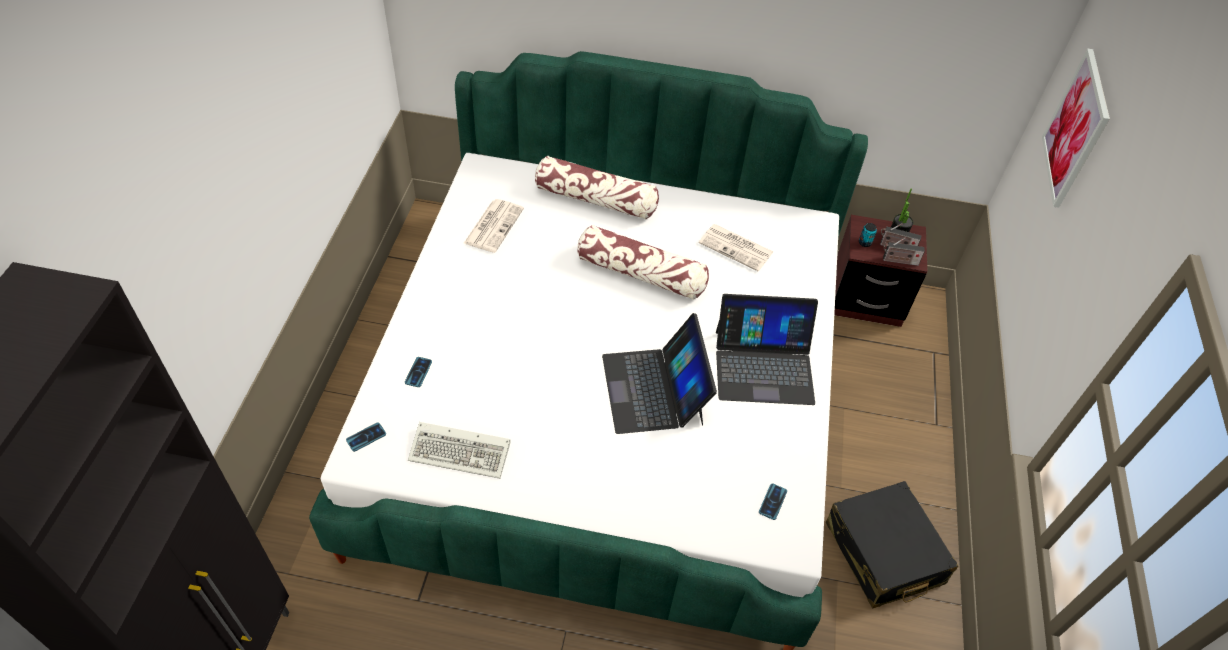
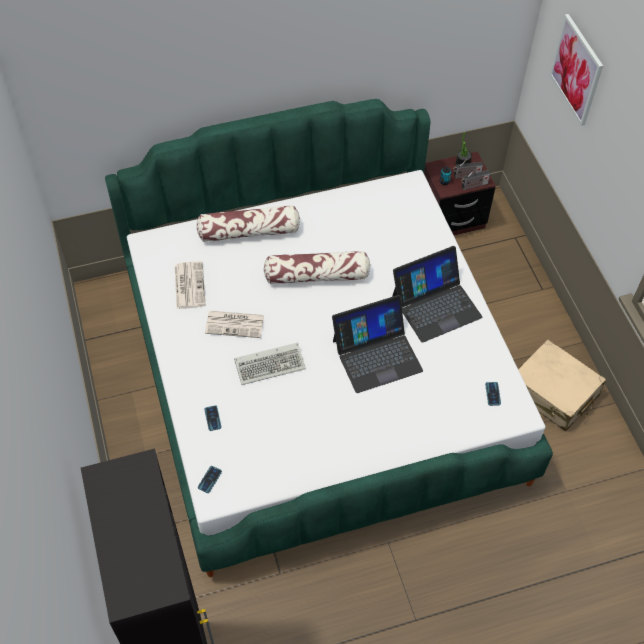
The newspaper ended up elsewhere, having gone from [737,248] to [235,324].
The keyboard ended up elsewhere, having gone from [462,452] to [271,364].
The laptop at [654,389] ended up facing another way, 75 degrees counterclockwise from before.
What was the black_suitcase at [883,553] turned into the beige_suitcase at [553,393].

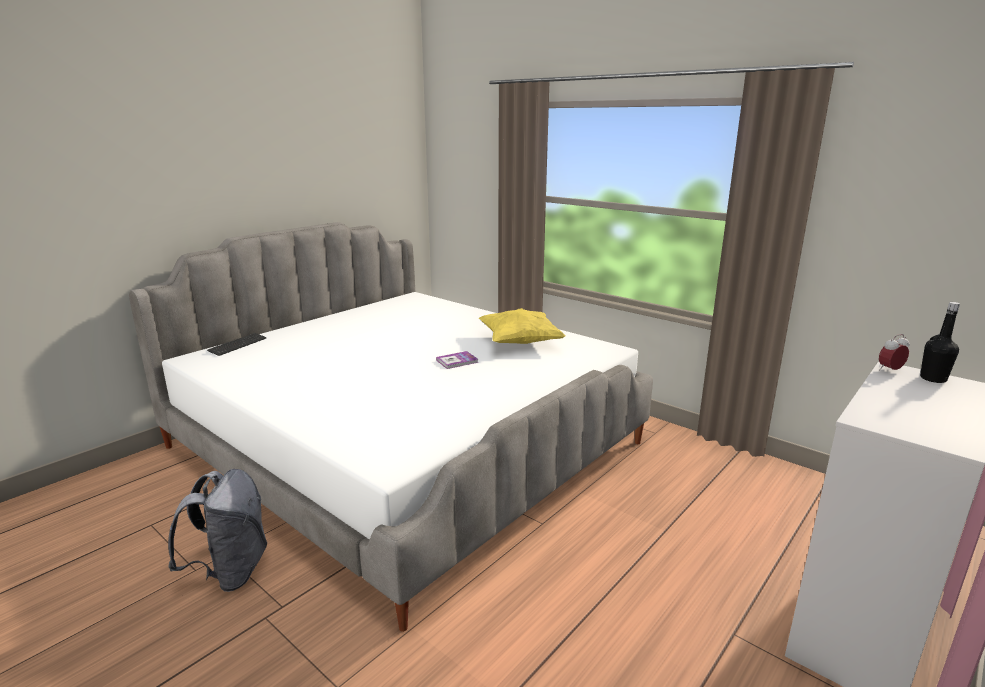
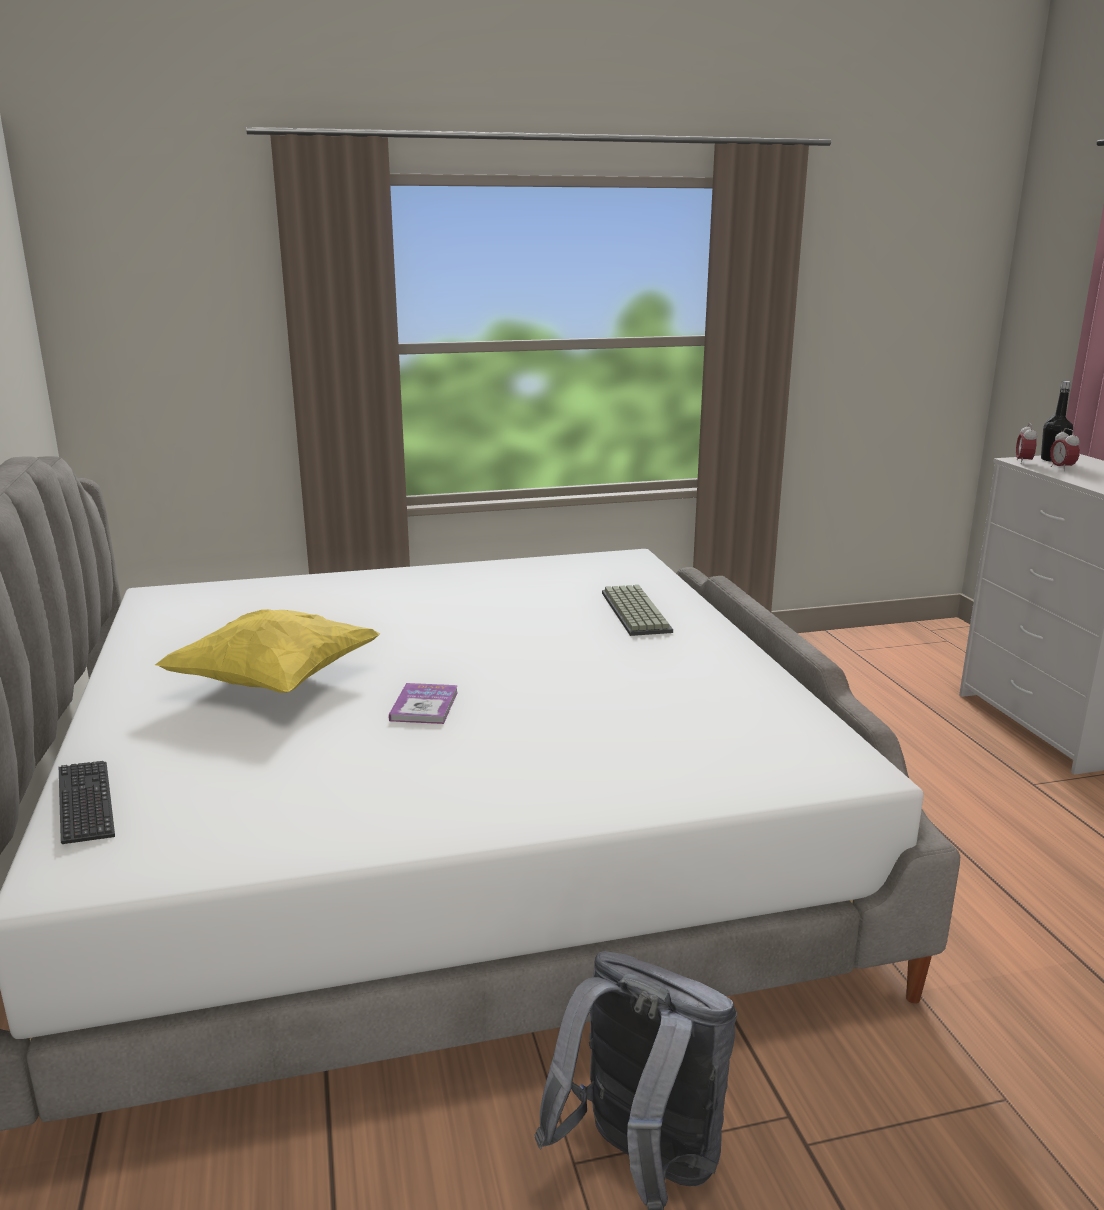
The yellow_pillow ended up elsewhere, having gone from [520,342] to [275,682].
The book ended up elsewhere, having gone from [457,361] to [424,706].
The second view gained the keyboard at [633,611].
The second view gained the alarm_clock at [1061,468].

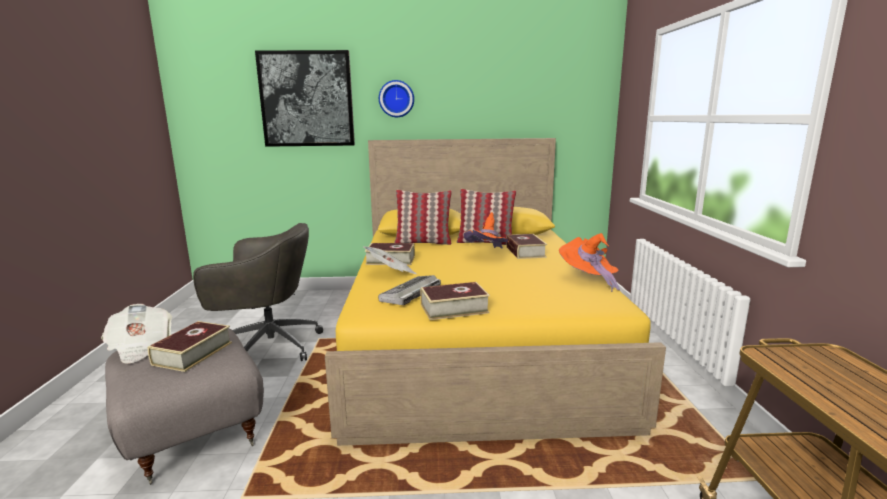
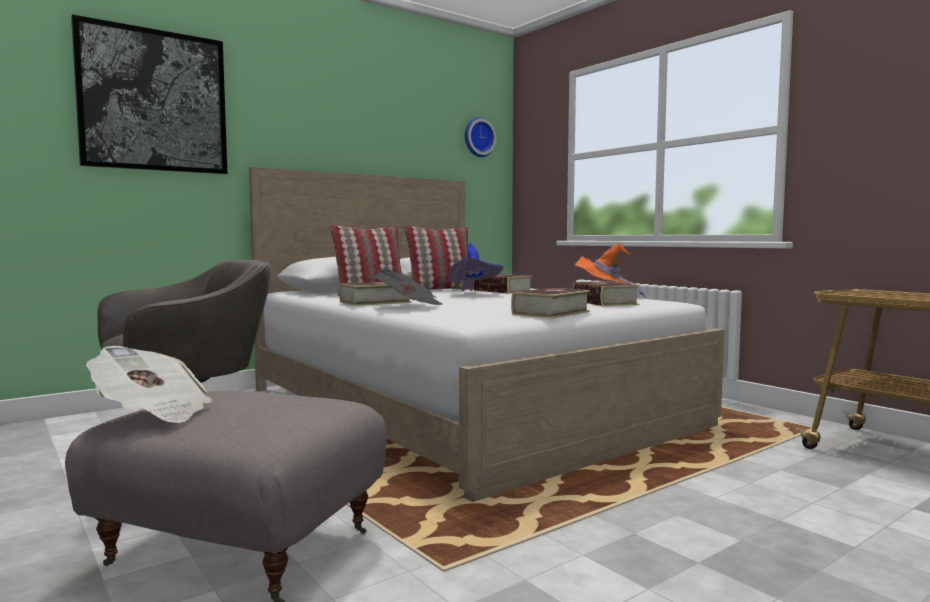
What was the yellow_bed at [474,341] turned into the white_bed at [464,406].
What was the orange_hat at [488,255] turned into the blue_hat at [473,294].
The wall_clock ended up elsewhere, having gone from [396,99] to [478,137].
The book ended up elsewhere, having gone from [193,353] to [604,302].
The second view lost the keyboard at [410,295].

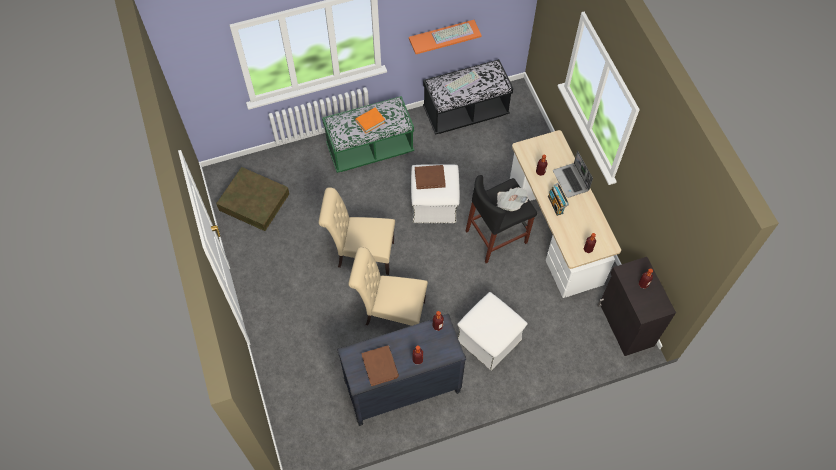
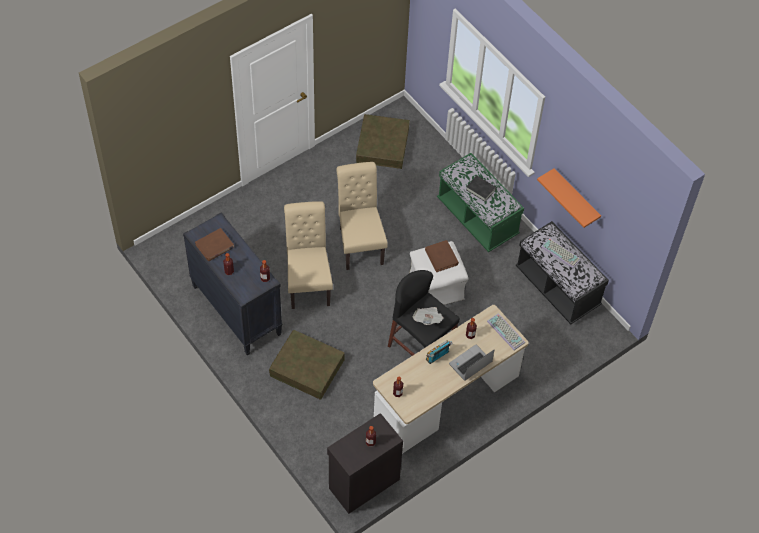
Where the white_ottoman stood at [489,340], the brown_storage_box came to stand at [307,368].
What was the orange_book at [370,121] turned into the black_book at [480,190].
The keyboard ended up elsewhere, having gone from [452,33] to [507,332].

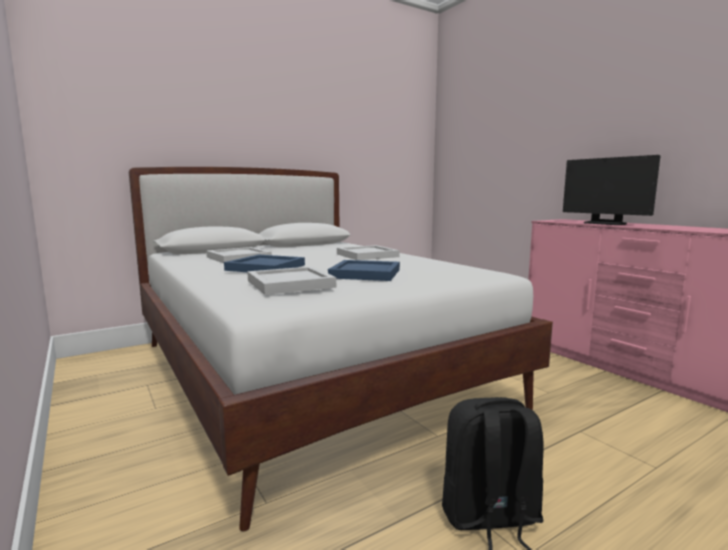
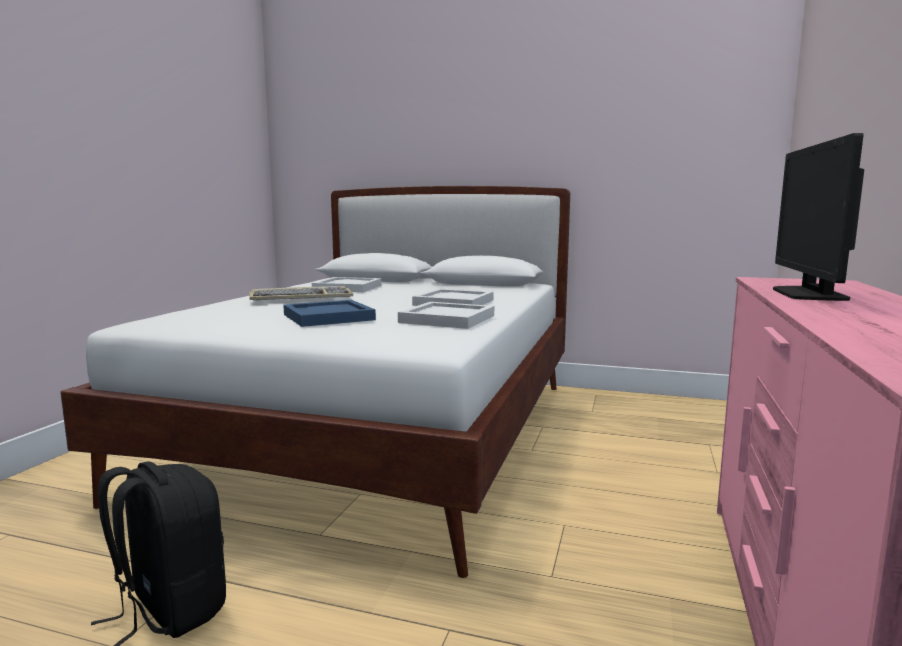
Where the blue_tray stood at [265,267], the keyboard came to stand at [301,298].
The white_tray ended up elsewhere, having gone from [289,284] to [446,319].

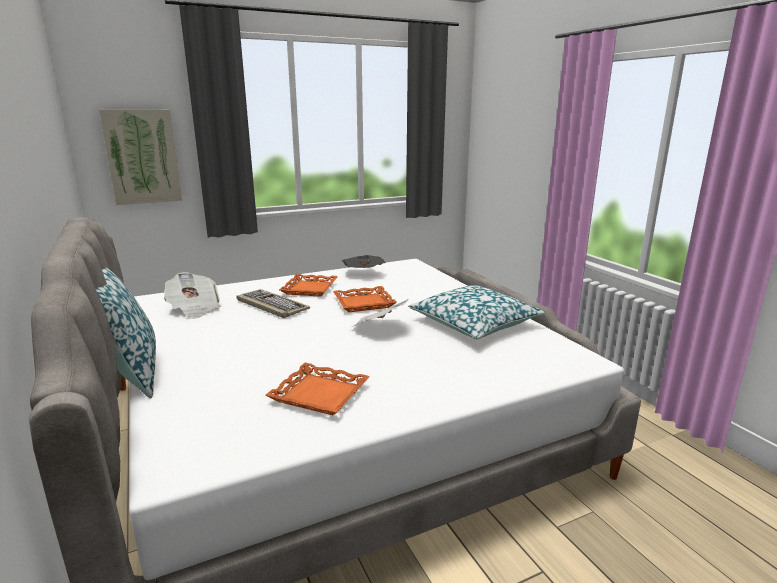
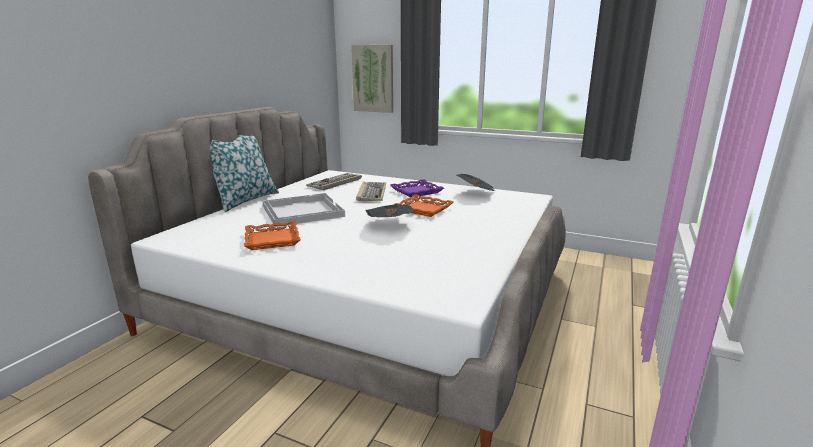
The second view gained the white_tray at [302,211].
Where the newspaper stood at [194,309], the keyboard came to stand at [335,183].
What was the orange_tray at [309,289] turned into the purple_tray at [416,191].
The second view lost the pillow at [474,323].

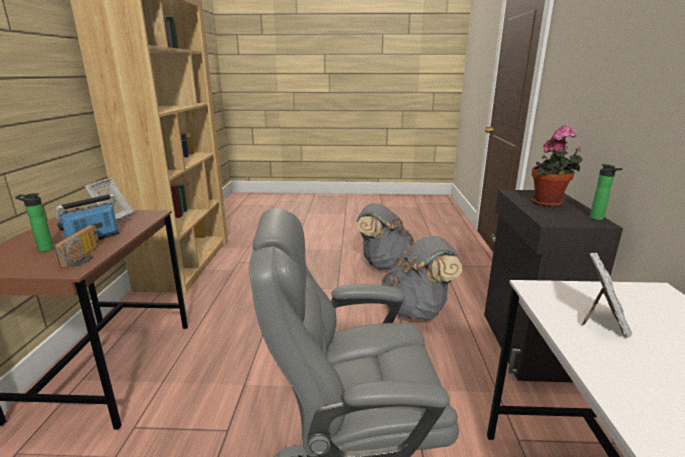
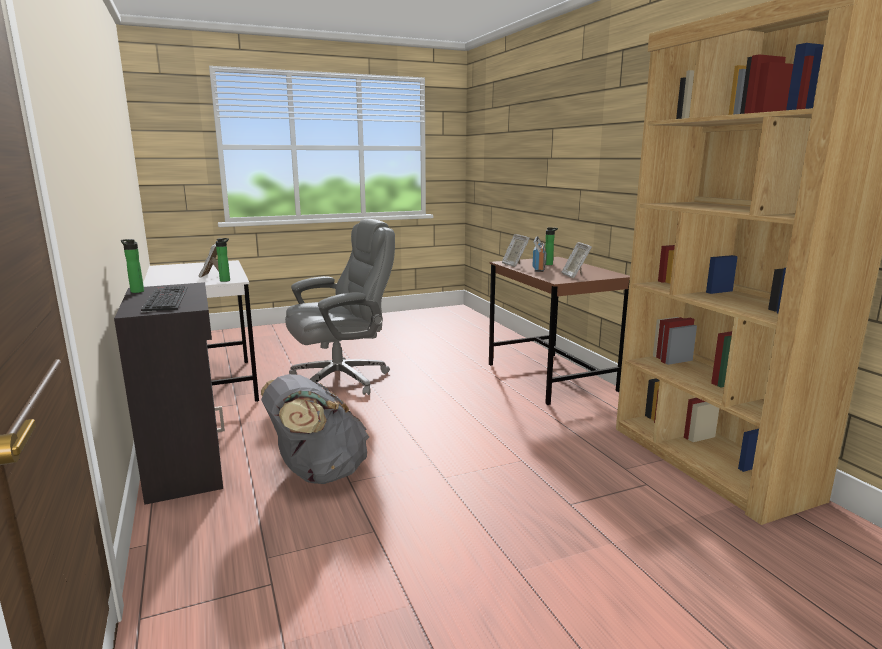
Where the potted_plant stood at [549,203], the keyboard came to stand at [164,299].
The second view gained the bottle at [226,280].
Where the radio stood at [85,257], the picture_frame came to stand at [514,265].
The second view lost the grey_backpack at [383,264].

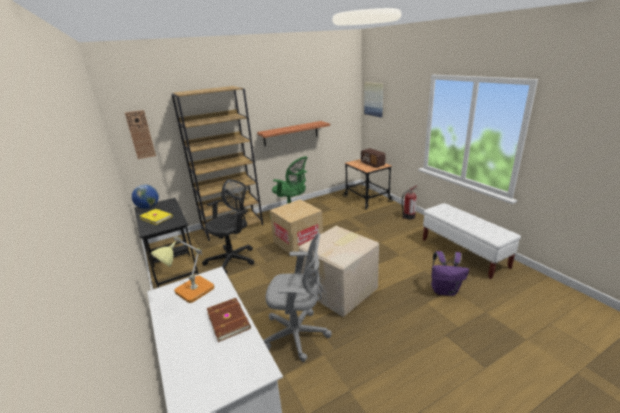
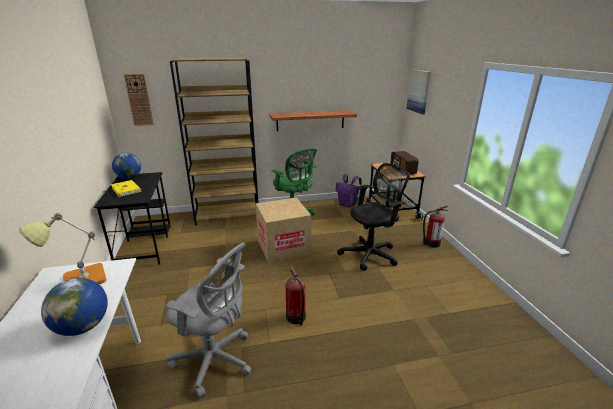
Where the brown_book stood at [229,320], the globe came to stand at [83,327].
Where the cardboard_box stood at [341,290], the fire_extinguisher came to stand at [296,317].
The purple_backpack ended up elsewhere, having gone from [445,290] to [348,205].
The black_office_chair ended up elsewhere, having gone from [233,259] to [371,254].
The second view lost the white_bench at [463,253].

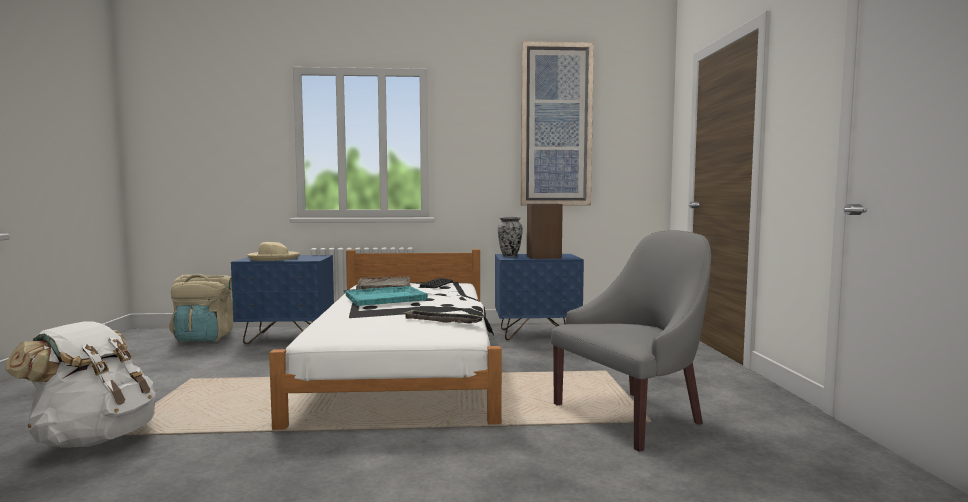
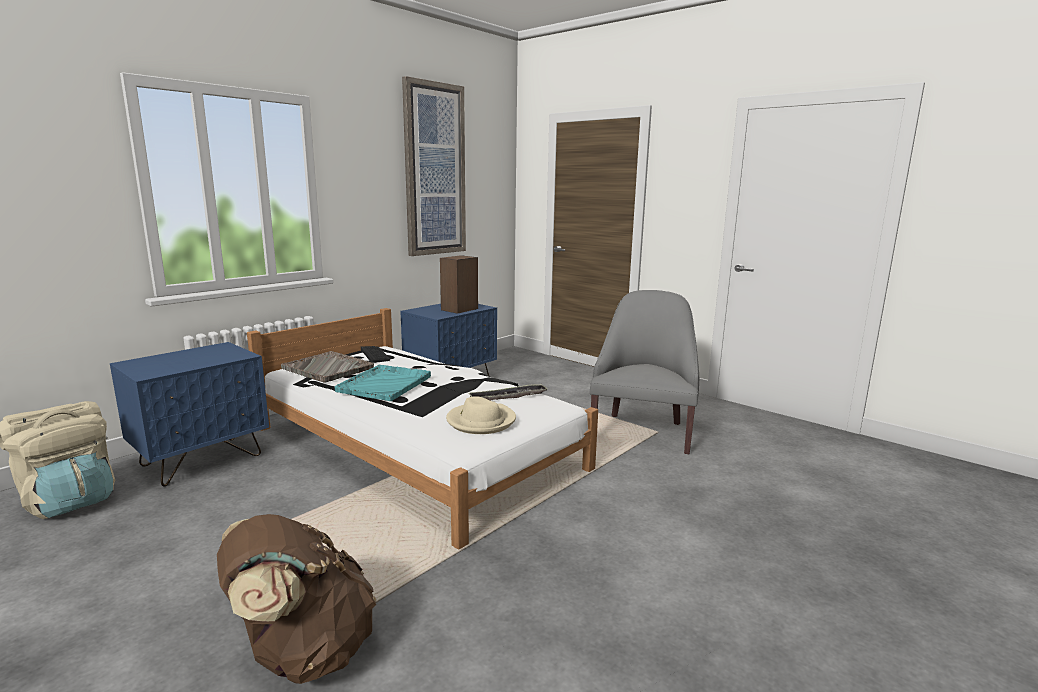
What was the white_backpack at [94,438] turned into the brown_backpack at [303,652].
The beige_hat ended up elsewhere, having gone from [273,258] to [481,421].
The second view lost the vase at [510,256].

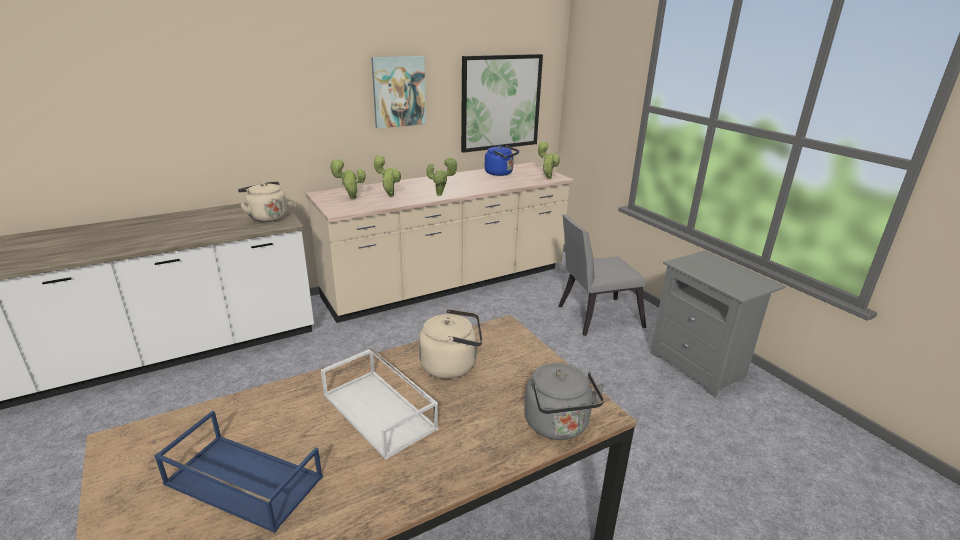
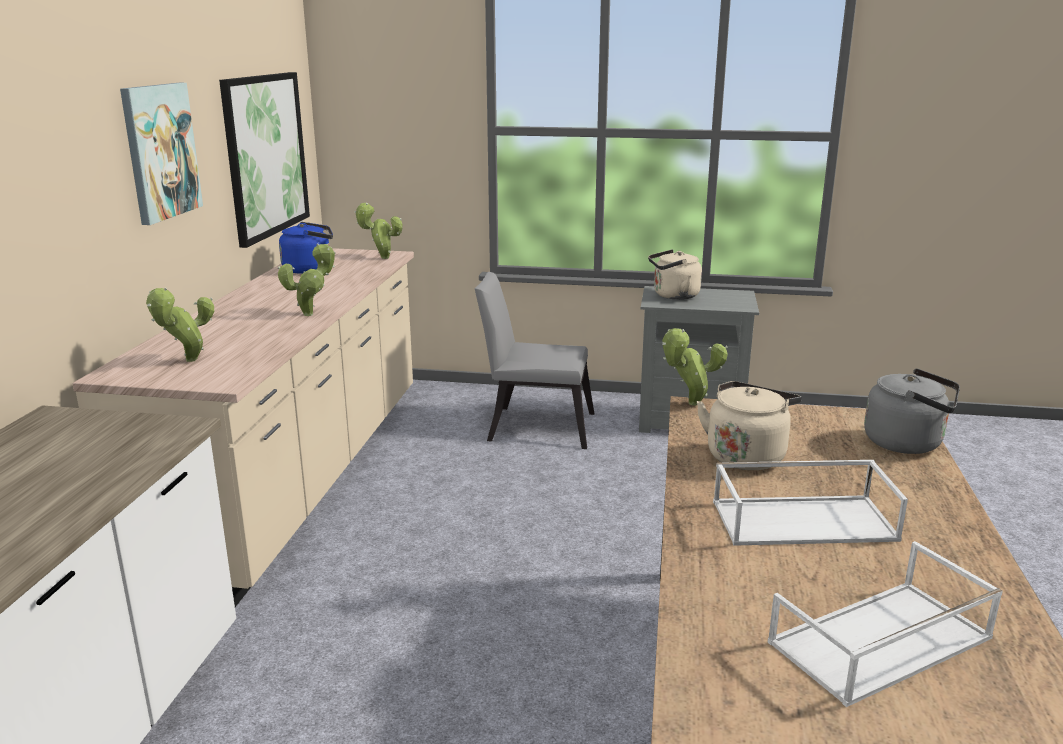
The grey_chair at [594,316] ended up facing another way, 75 degrees clockwise from before.
The beige_kettle ended up elsewhere, having gone from [266,217] to [673,296].
The potted_plant ended up elsewhere, having gone from [389,195] to [690,404].
What was the blue_tray at [241,481] turned into the white_tray at [880,642].

